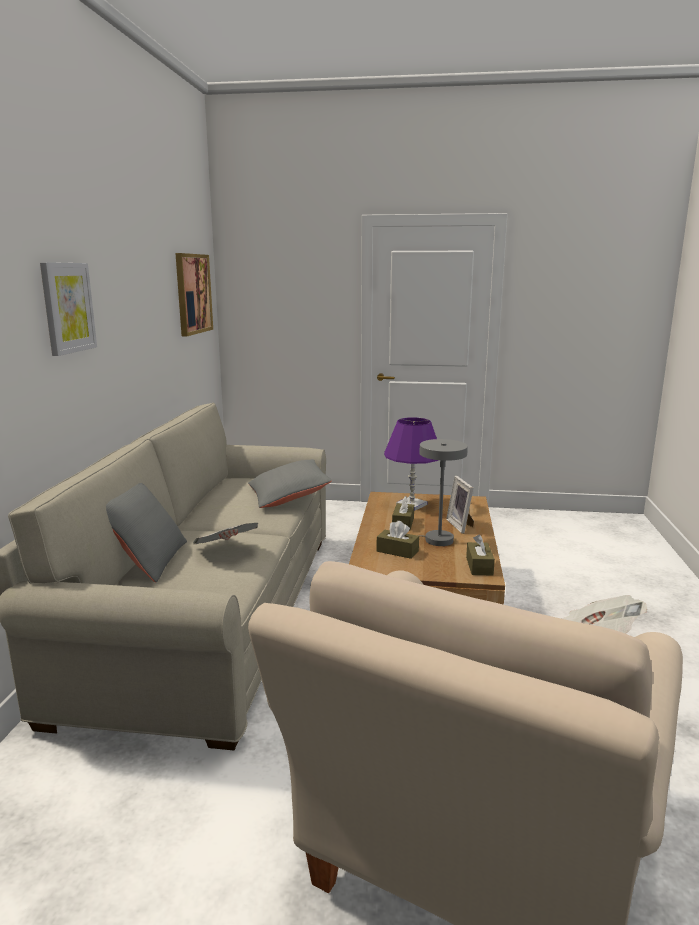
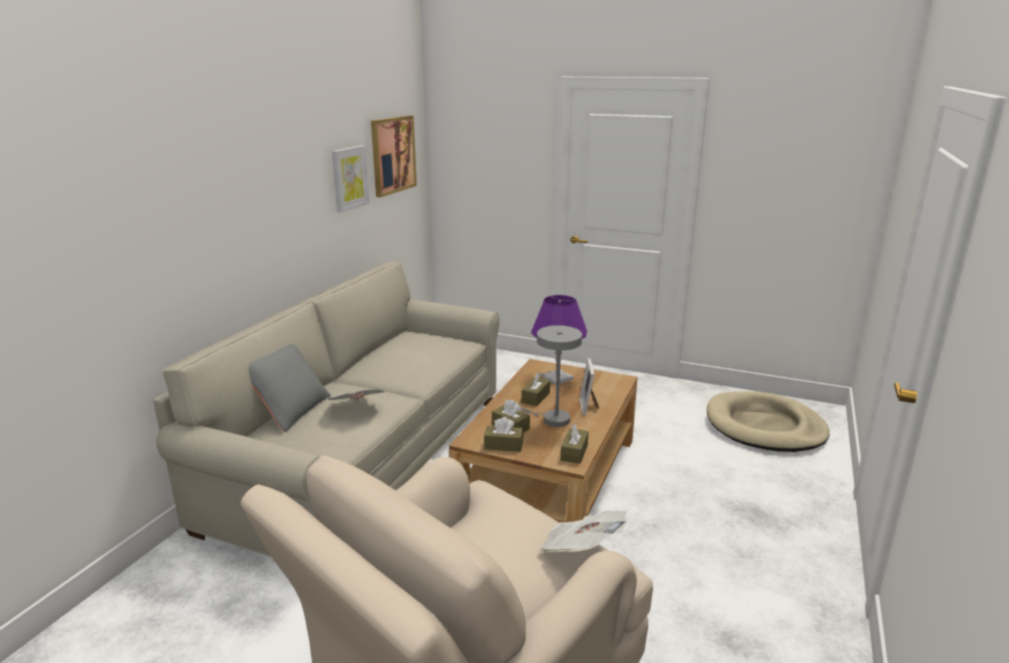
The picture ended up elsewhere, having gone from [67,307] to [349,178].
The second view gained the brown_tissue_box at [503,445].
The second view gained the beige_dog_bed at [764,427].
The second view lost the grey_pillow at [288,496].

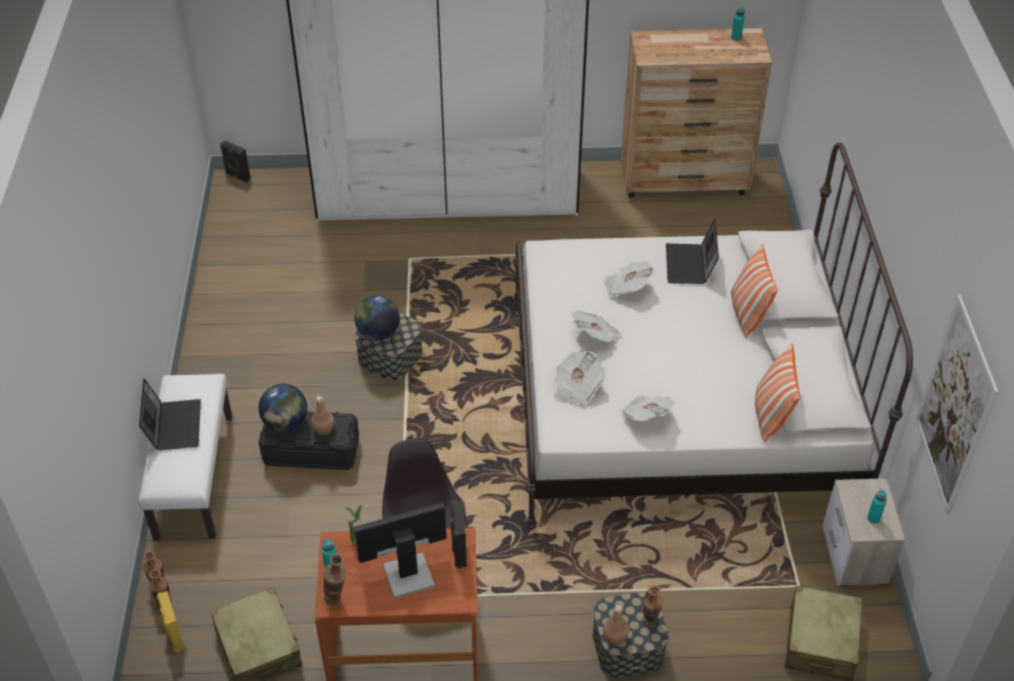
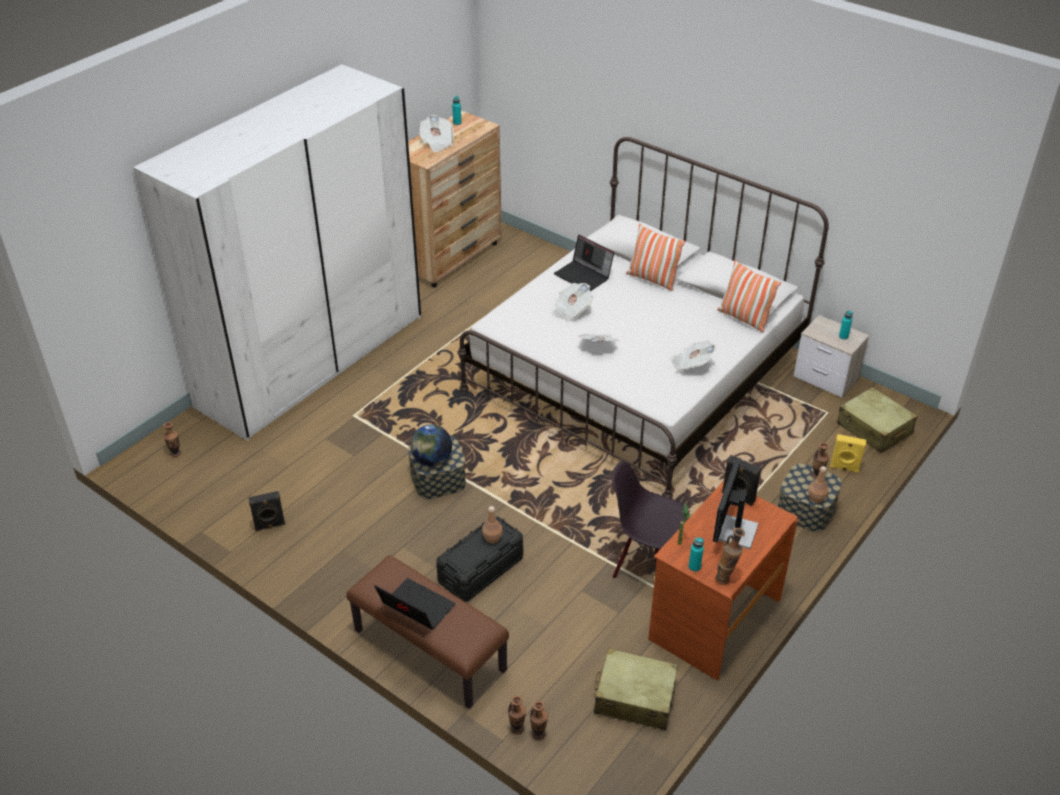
The second view gained the vase at [175,453].
The black_speaker ended up elsewhere, having gone from [237,177] to [270,526].
What was the white_bench at [193,476] turned into the brown_bench at [428,651].
The newspaper ended up elsewhere, having gone from [576,388] to [437,143].
The yellow_speaker ended up elsewhere, having gone from [174,636] to [844,468].
The second view lost the globe at [285,423].
The second view lost the picture at [954,406].

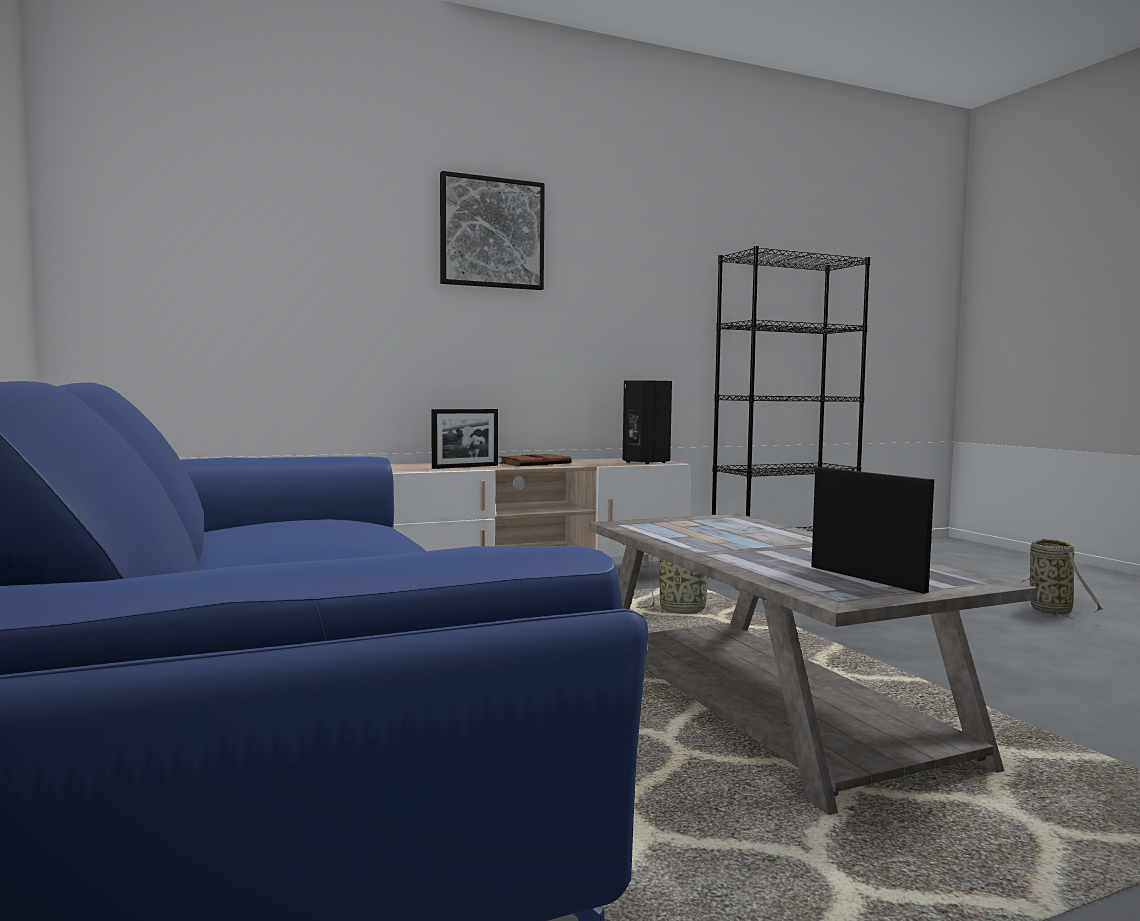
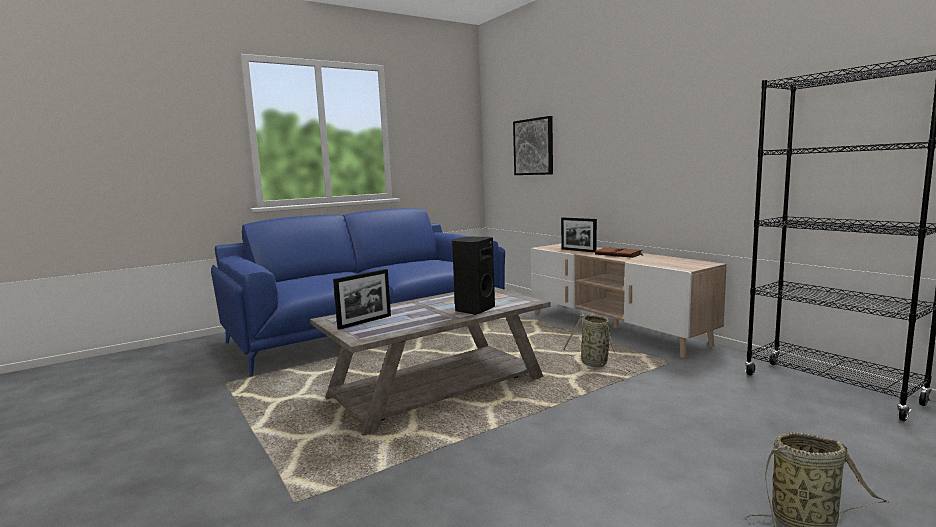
The black_speaker ended up elsewhere, having gone from [644,462] to [473,310].
The picture ended up elsewhere, having gone from [492,233] to [533,147].

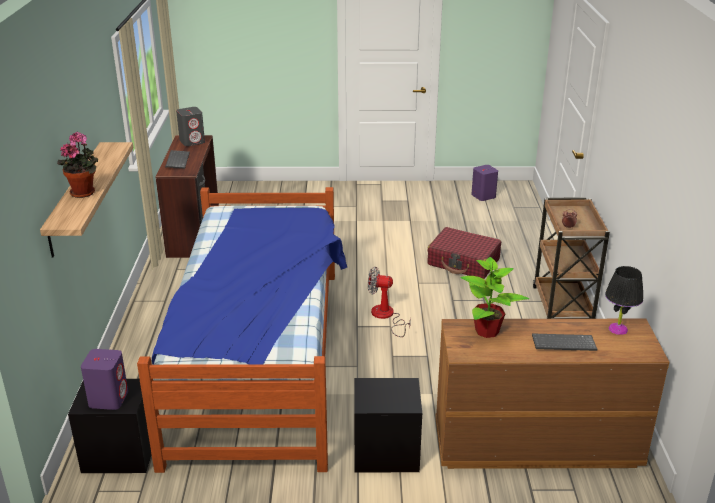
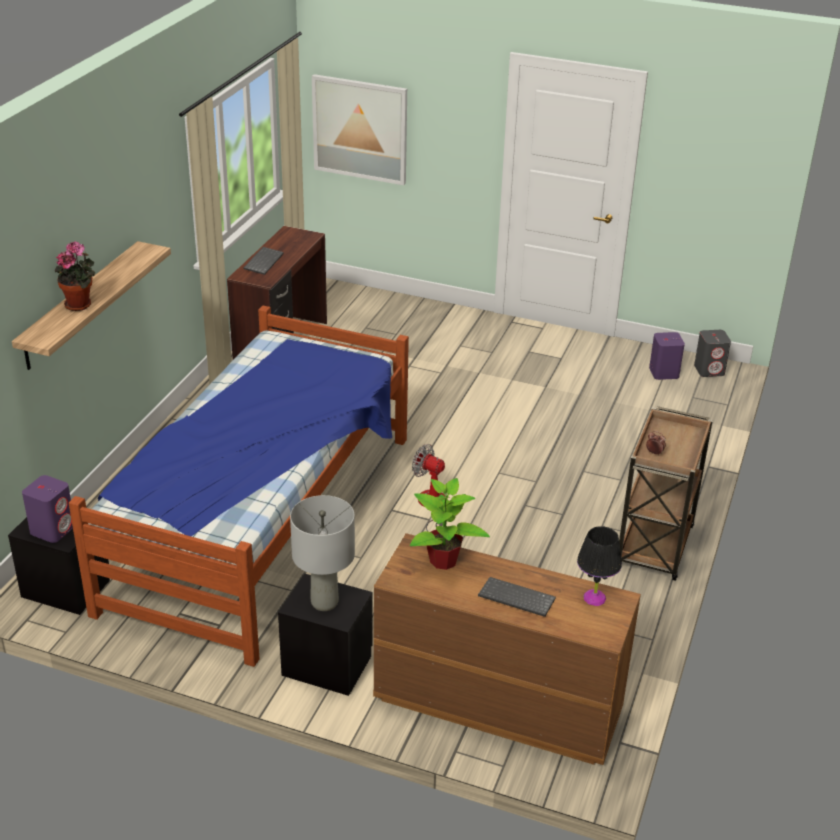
The second view gained the grey_table_lamp at [324,602].
The second view gained the picture at [360,129].
The grey_speaker ended up elsewhere, having gone from [192,141] to [709,370].
The second view lost the red_suitcase at [463,262].

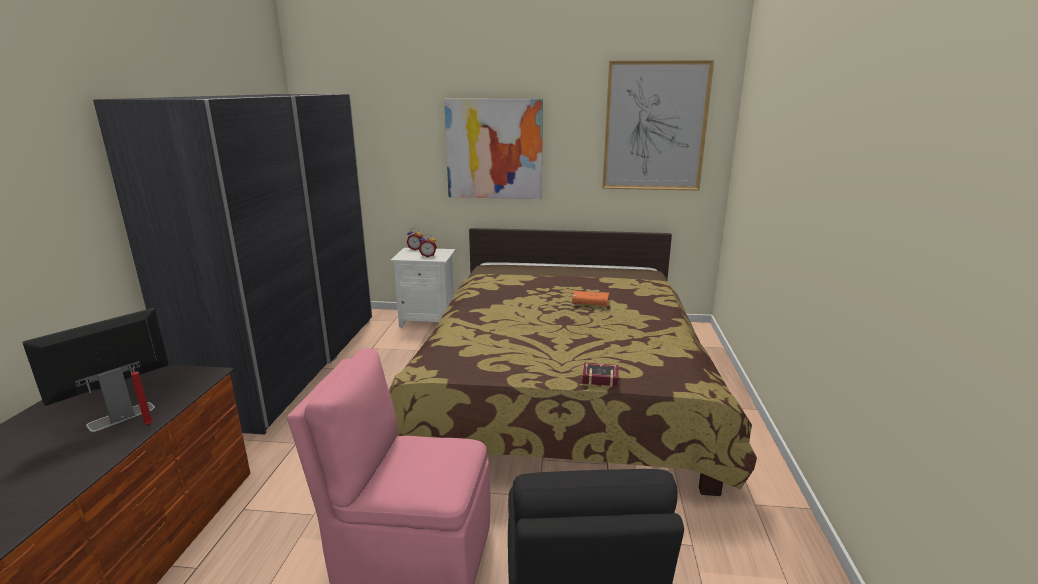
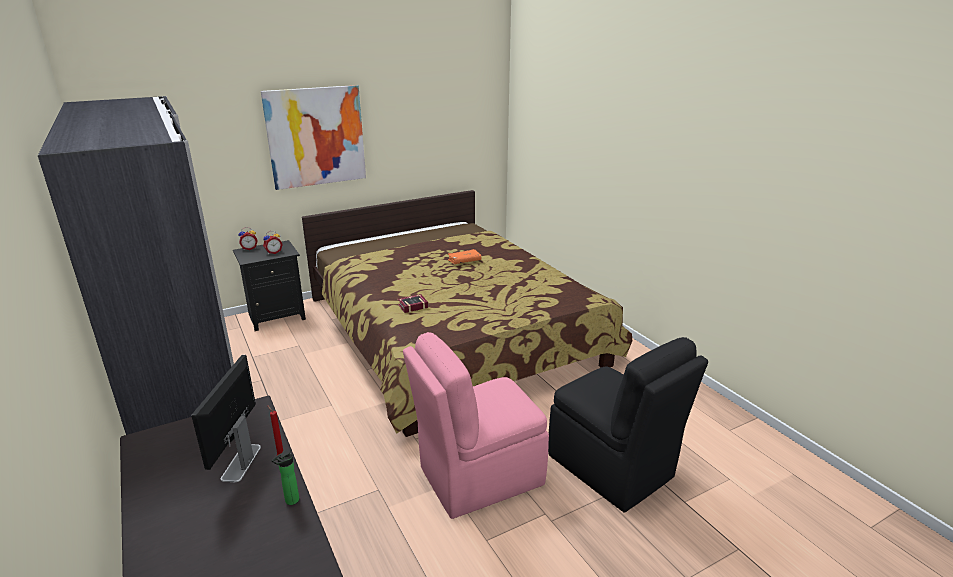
What was the white_nightstand at [428,320] turned into the black_nightstand at [276,317].
The second view gained the bottle at [290,501].
The book ended up elsewhere, having gone from [598,377] to [411,306].
The second view lost the picture at [655,127].

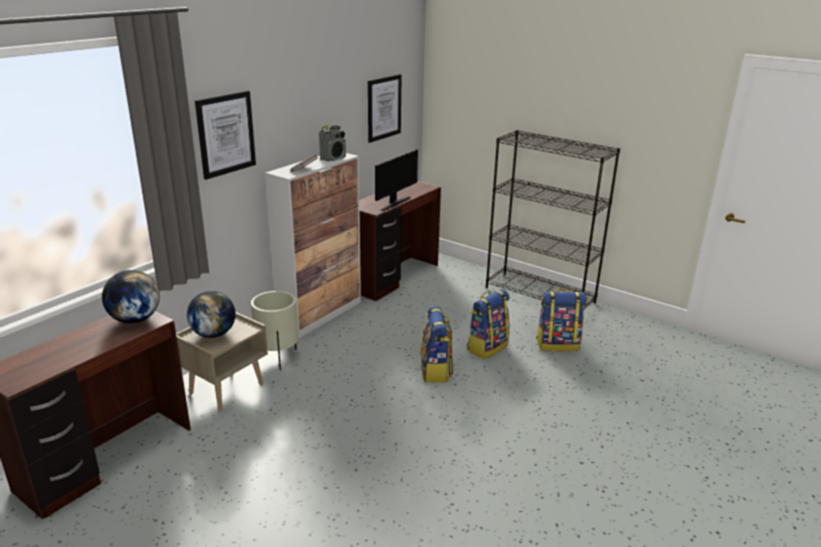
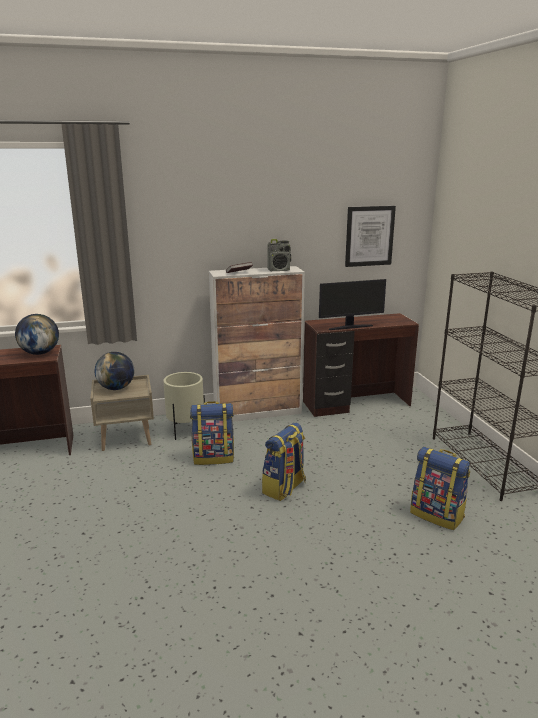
The backpack ended up elsewhere, having gone from [487,347] to [214,457].
The second view lost the picture at [226,134].

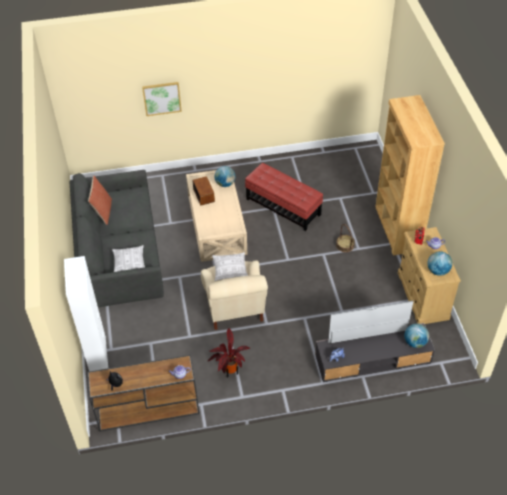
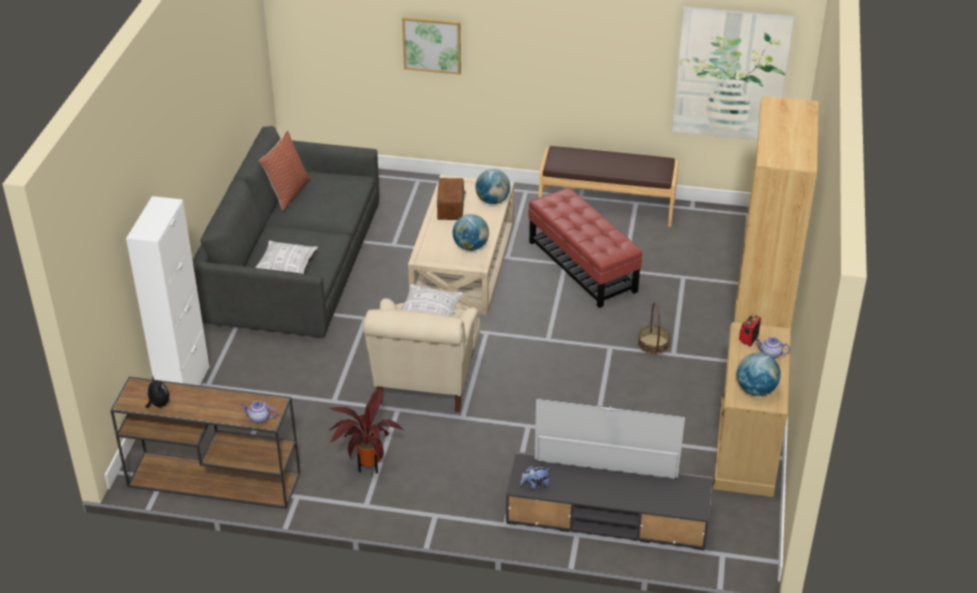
The globe ended up elsewhere, having gone from [415,342] to [471,247].
The second view gained the brown_bench at [606,206].
The second view gained the picture at [731,74].

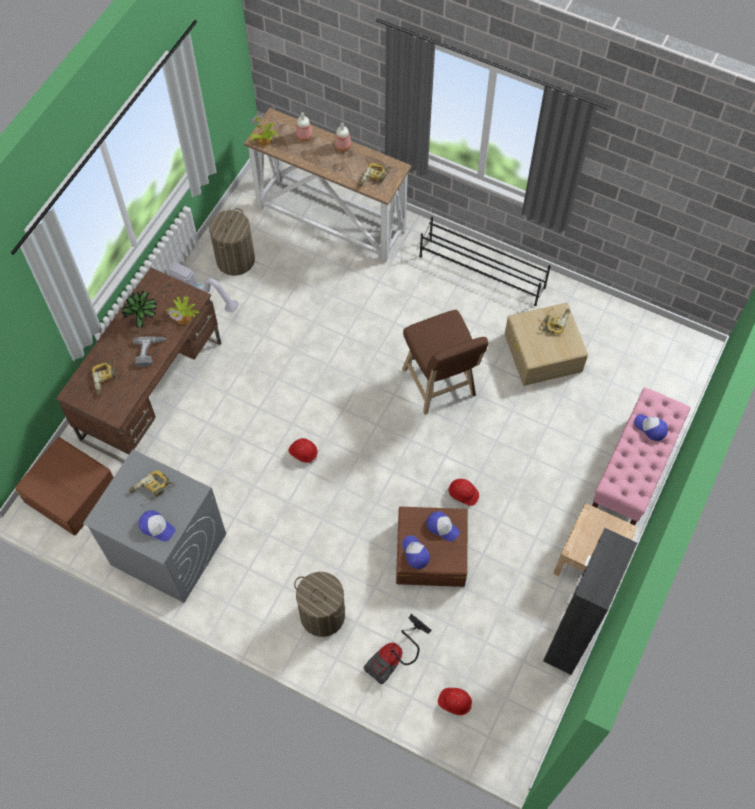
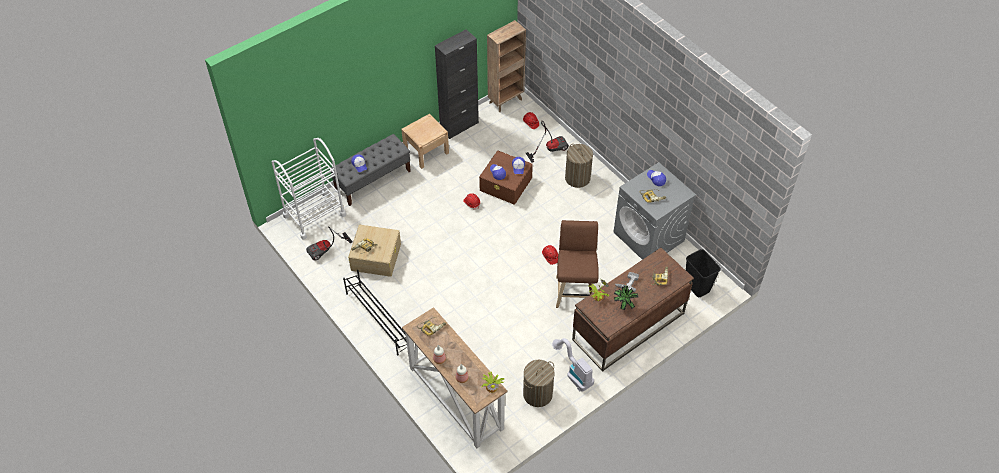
The second view gained the white_cart at [314,215].
The second view gained the vacuum_cleaner at [326,250].
What was the pink_bench at [633,471] turned into the grey_bench at [373,180].
The second view gained the brown_bookcase at [506,100].
The brown_stool ended up elsewhere, having gone from [440,386] to [575,290].
Where the brown_storage_box stood at [70,492], the black_trash_can came to stand at [697,287].

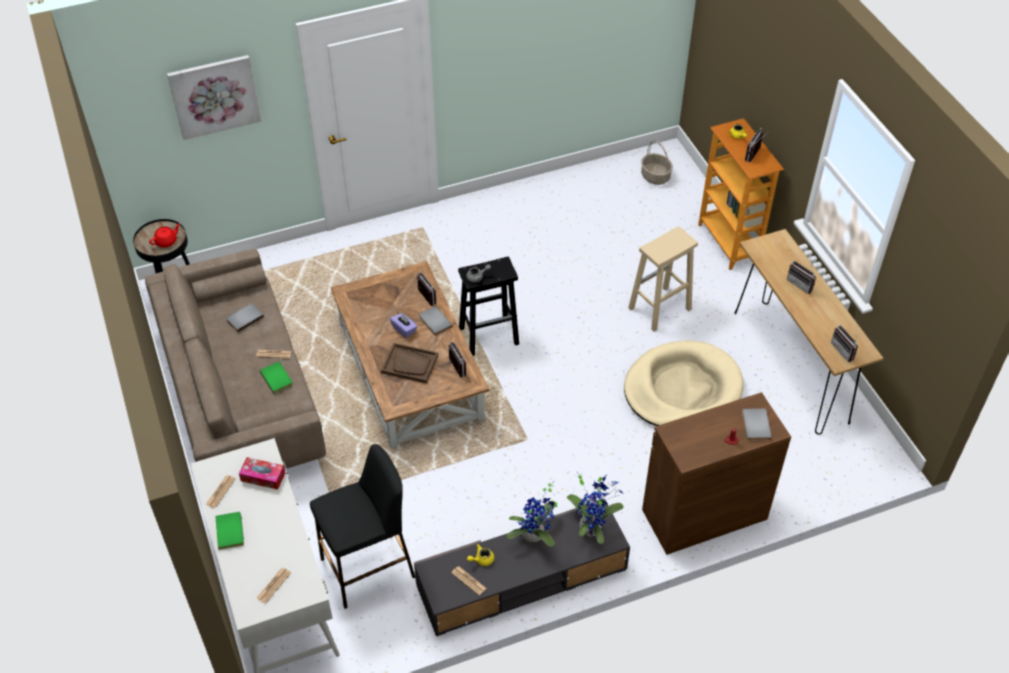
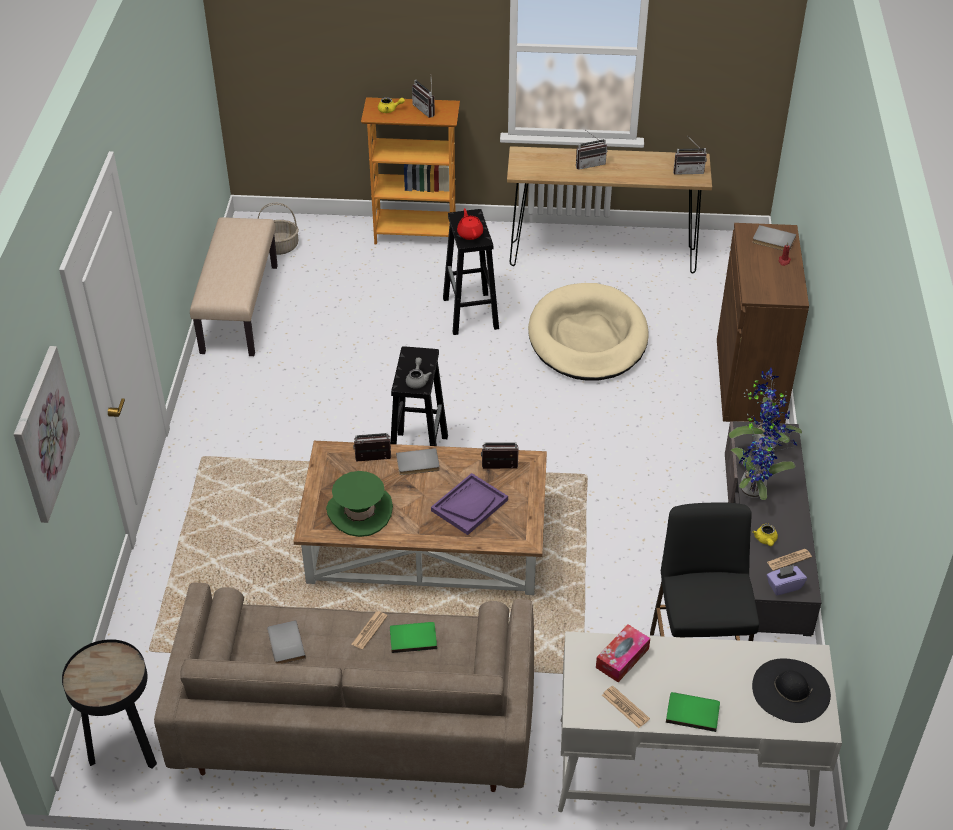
The second view gained the beige_bench at [239,308].
The second view gained the green_hat at [360,512].
What was the brown_tray at [410,364] turned into the purple_tray at [469,505].
What was the beige_stool at [659,309] turned into the black_stool at [471,314].
The red_teapot ended up elsewhere, having gone from [166,241] to [470,234].
Where the newspaper stood at [273,585], the black_hat came to stand at [790,690].
The purple_tissue_box ended up elsewhere, having gone from [404,330] to [784,586].

